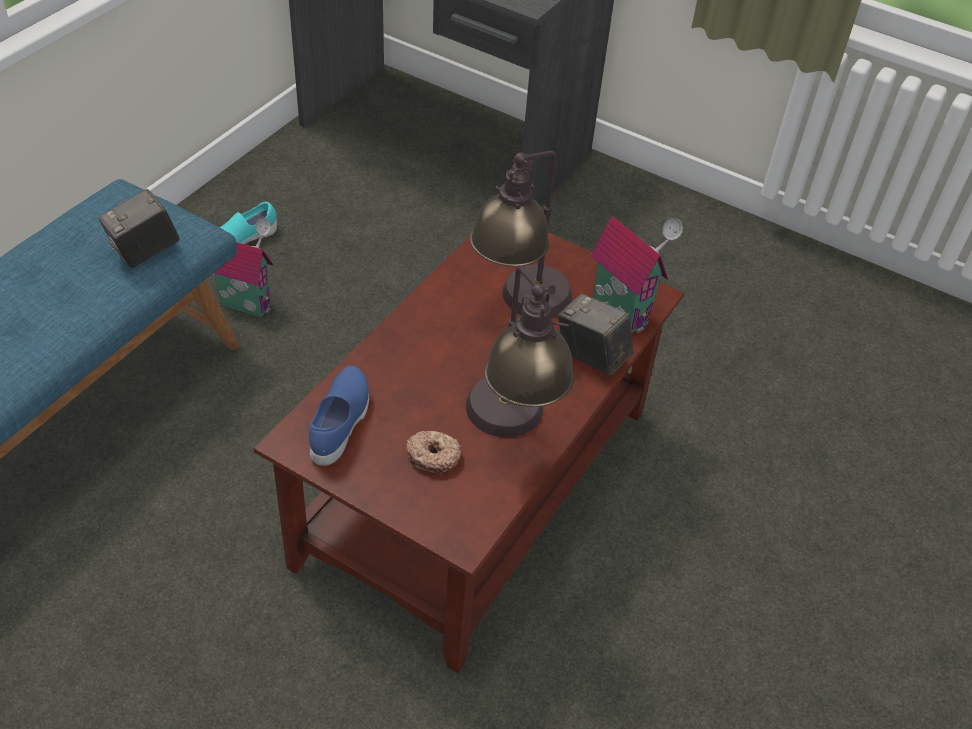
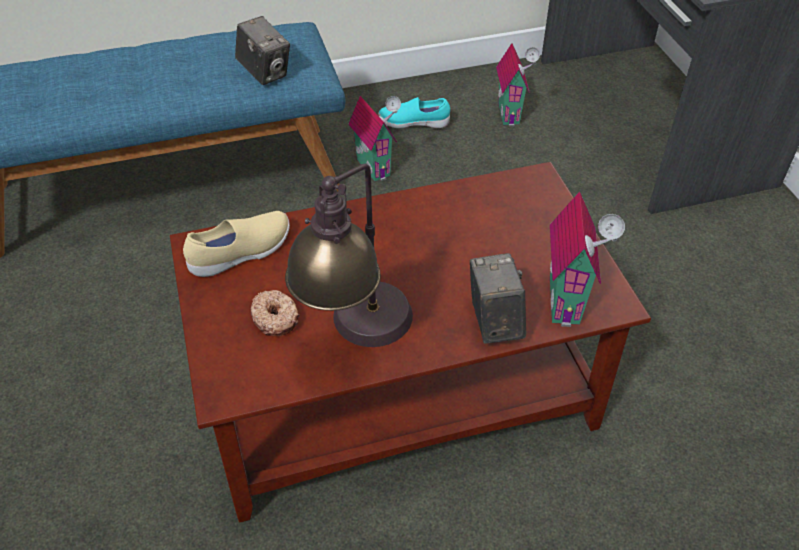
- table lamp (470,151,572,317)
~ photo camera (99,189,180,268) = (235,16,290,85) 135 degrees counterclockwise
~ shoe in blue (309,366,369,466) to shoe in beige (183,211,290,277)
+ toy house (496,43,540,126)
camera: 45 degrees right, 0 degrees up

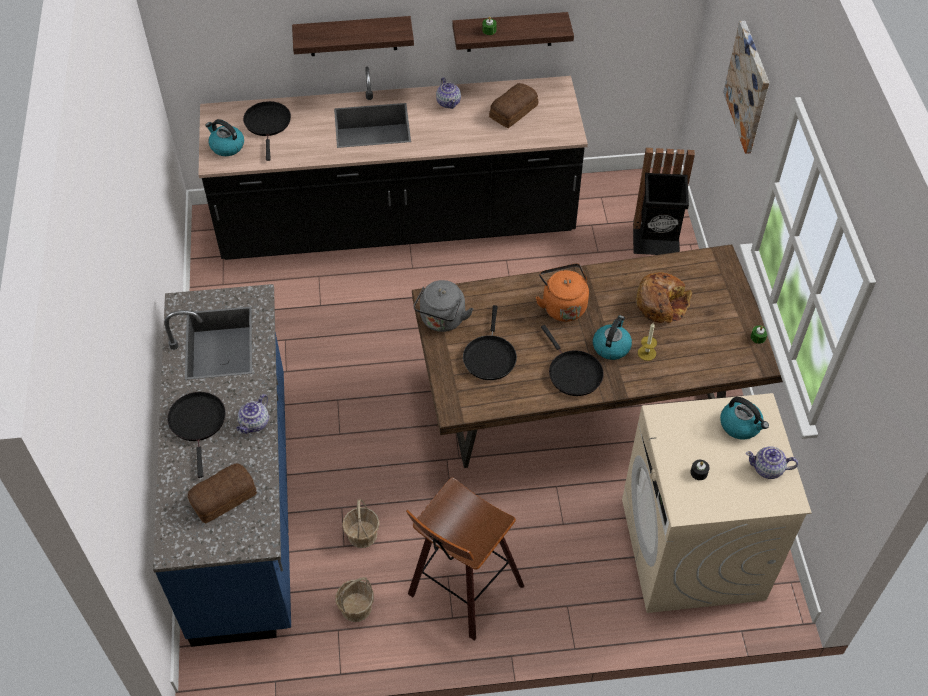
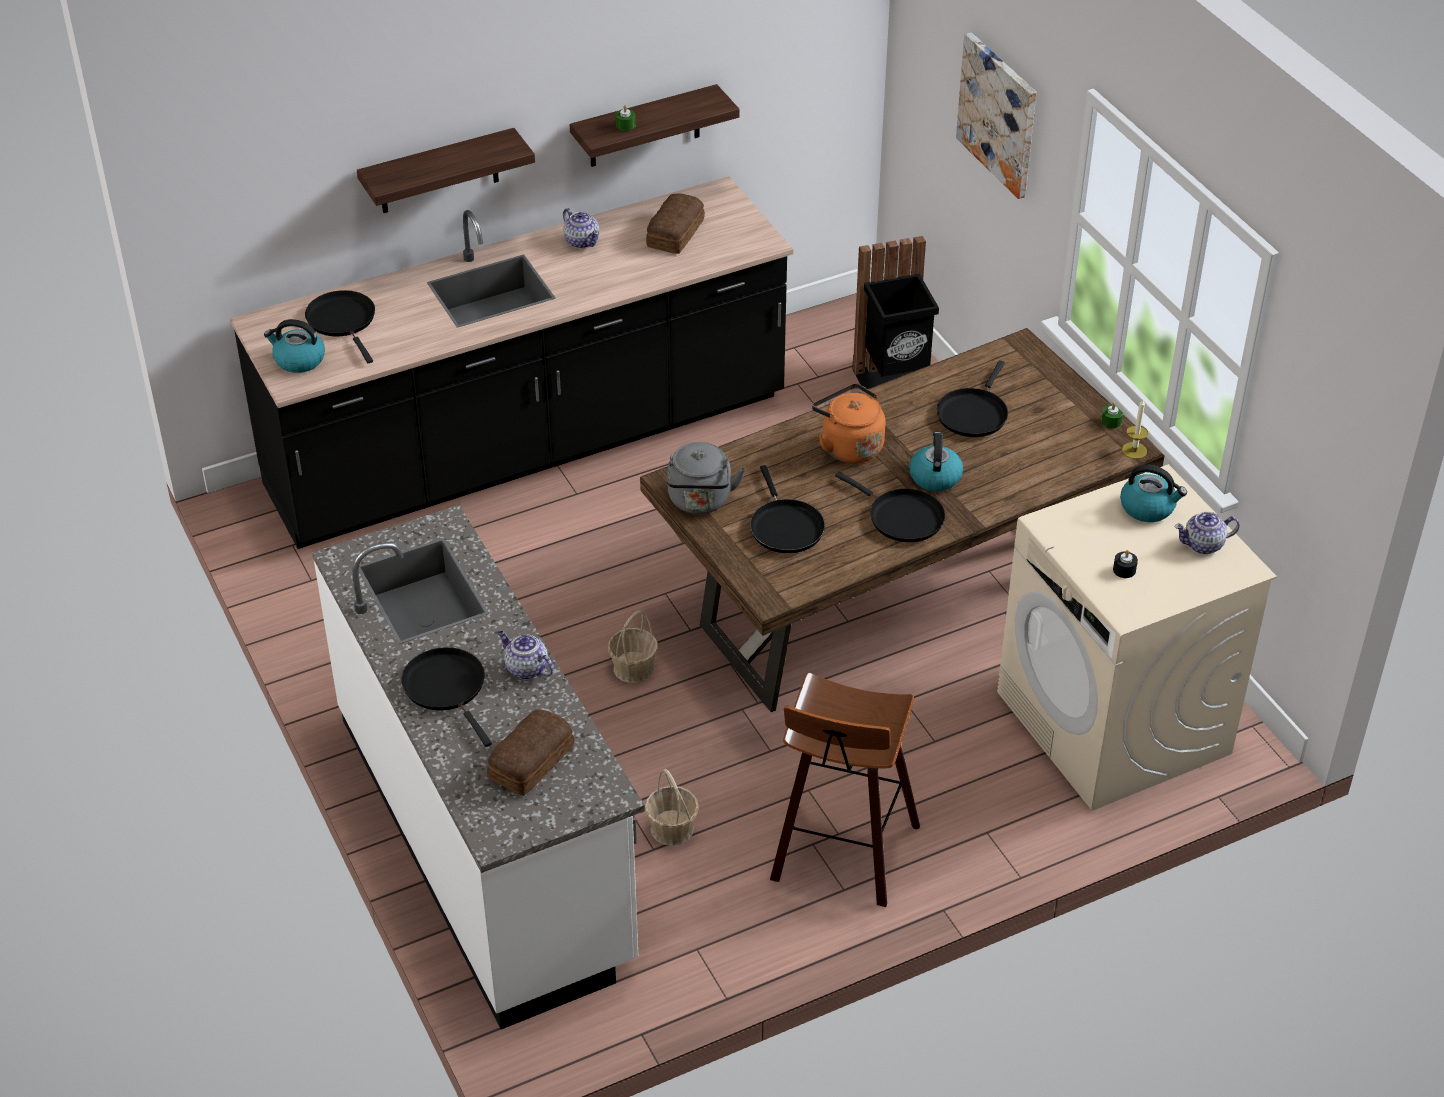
~ bread (636,272,692,323) to frying pan in black (937,360,1008,437)
~ counter in blue (153,284,291,647) to counter in white (312,505,645,1029)
~ candle (638,323,657,361) to (1122,399,1148,459)
~ teapot (236,394,269,434) = (497,630,554,680) 120 degrees clockwise
~ basket (336,577,374,622) to (608,610,658,683)
camera: 20 degrees left, 10 degrees down

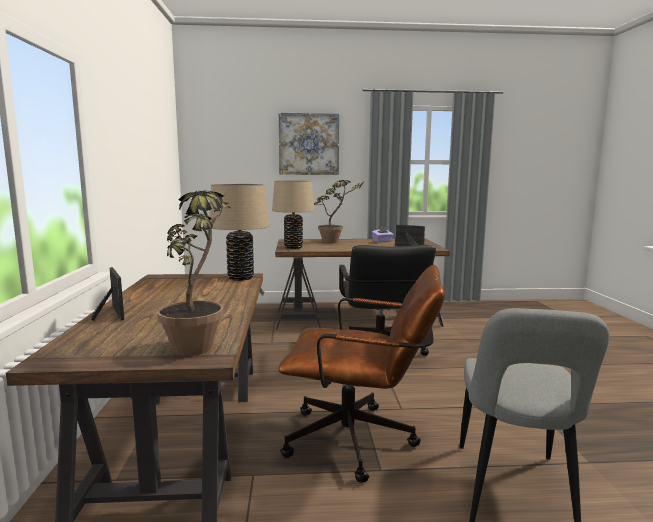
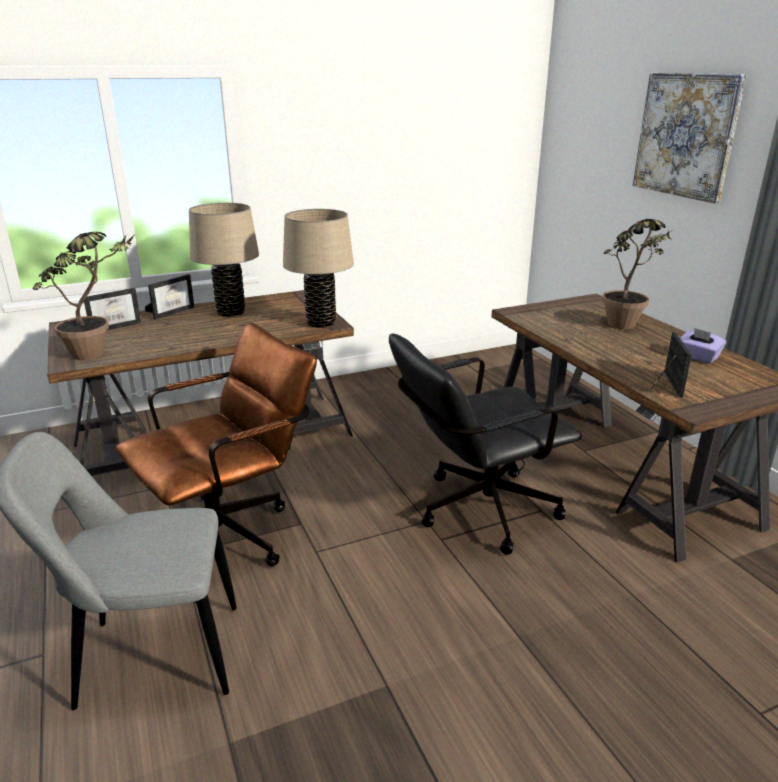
~ table lamp in beige (272,180,314,249) to (189,203,259,317)
~ office chair in brown (278,265,445,483) = (116,322,317,567) 120 degrees counterclockwise
+ picture frame (84,288,141,330)
camera: 70 degrees right, 15 degrees up

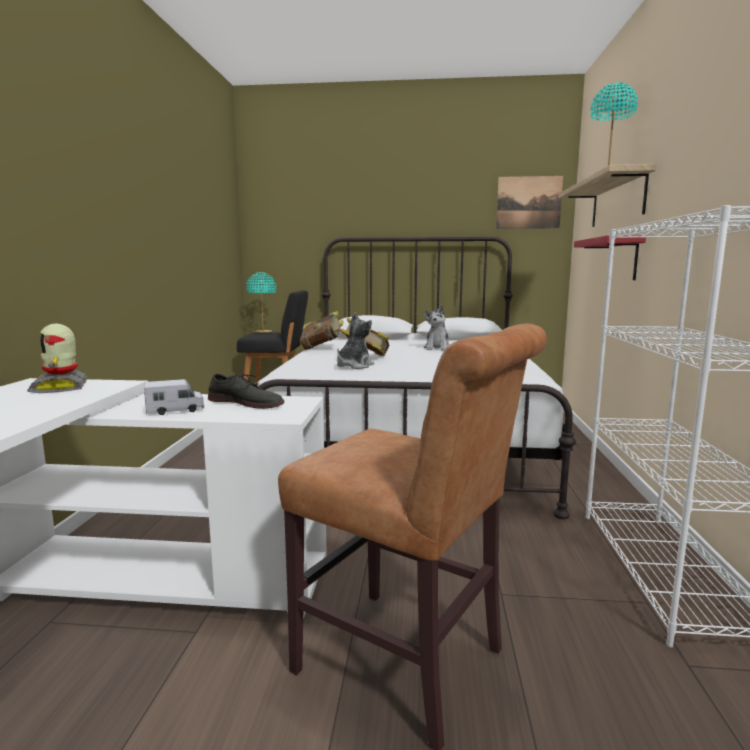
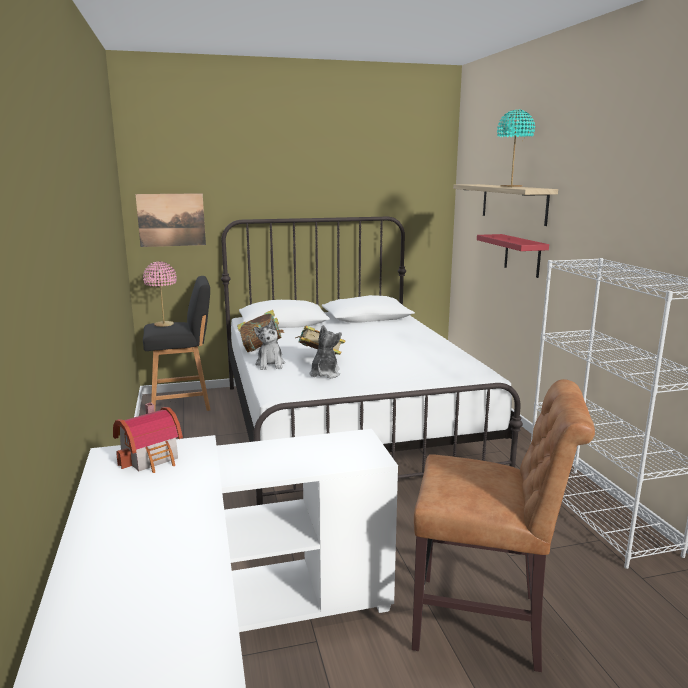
~ picture (496,176,563,229) to (135,193,206,247)
~ table lamp in turquoise (246,272,276,333) to table lamp in pink (143,261,177,327)
~ plush toy (424,305,450,351) to (254,320,285,370)
~ toy robot (27,324,87,393) to toy house (113,403,183,473)
- shoe in grey (208,374,284,409)
- toy truck (144,379,204,415)
camera: 20 degrees left, 5 degrees up

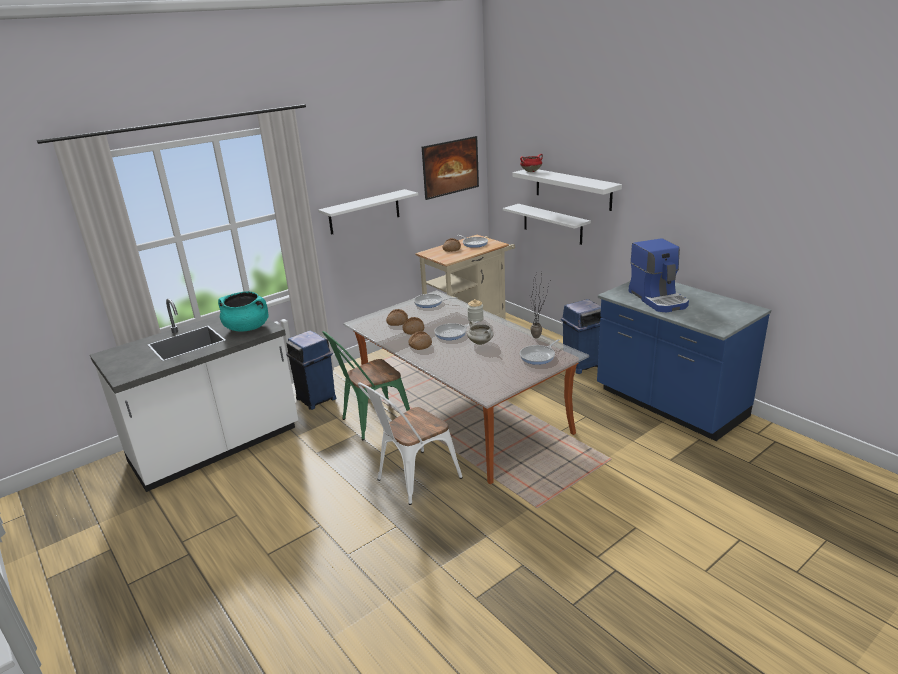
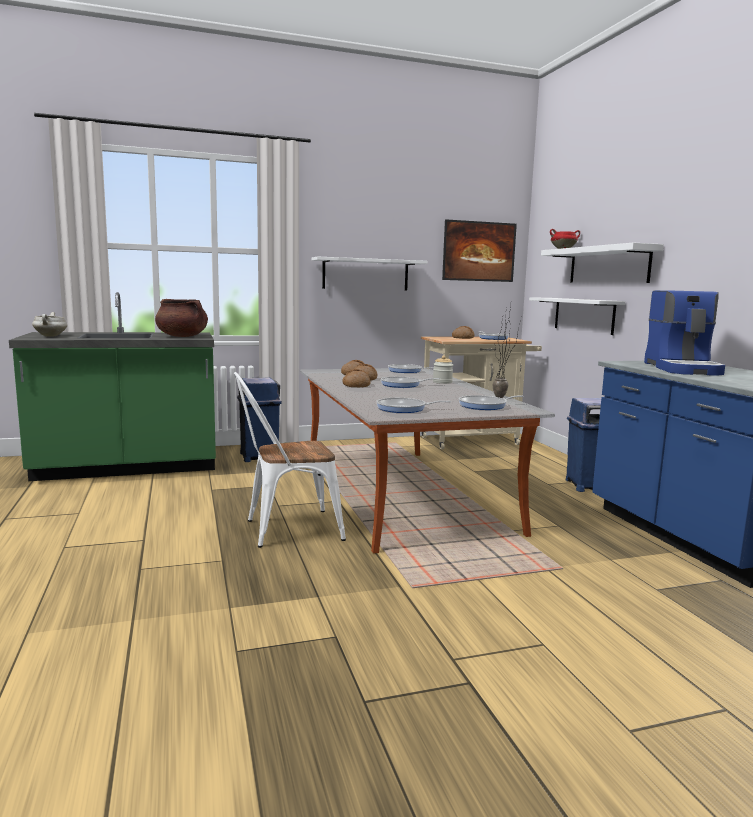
~ cooking pot in turquoise (218,291,269,332) to cooking pot in brown (155,299,208,337)
~ counter in white (90,298,298,492) to counter in green (9,292,216,481)
~ cooking pot in white (467,321,494,345) to (32,312,67,337)
- chair in green (322,331,410,440)
+ frying pan (376,398,451,413)
camera: 20 degrees right, 15 degrees down

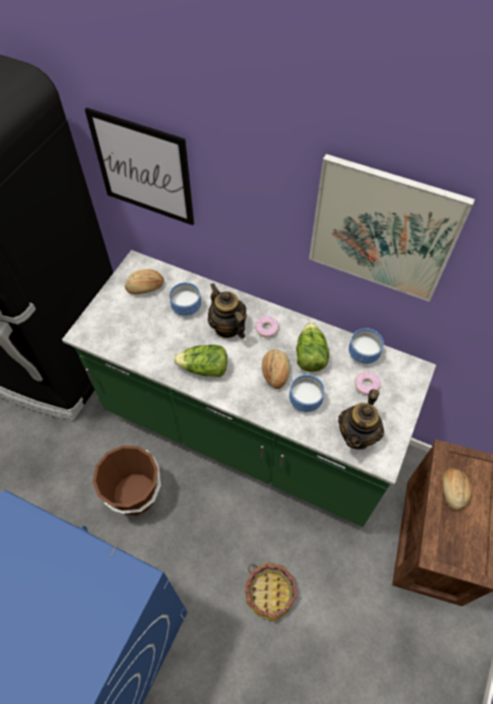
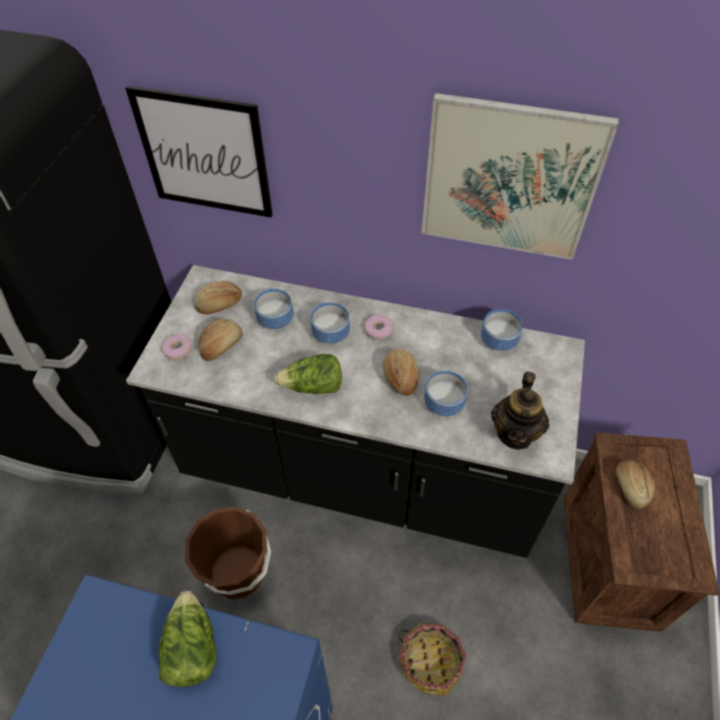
~ counter in green (62,250,436,527) to counter in black (126,265,585,558)
~ teapot (208,283,246,339) to bowl (311,302,350,344)
~ lettuce (296,322,329,372) to (159,591,216,687)
~ donut (355,372,381,395) to (162,334,192,360)
+ bread (199,319,243,361)
camera: 10 degrees left, 5 degrees down

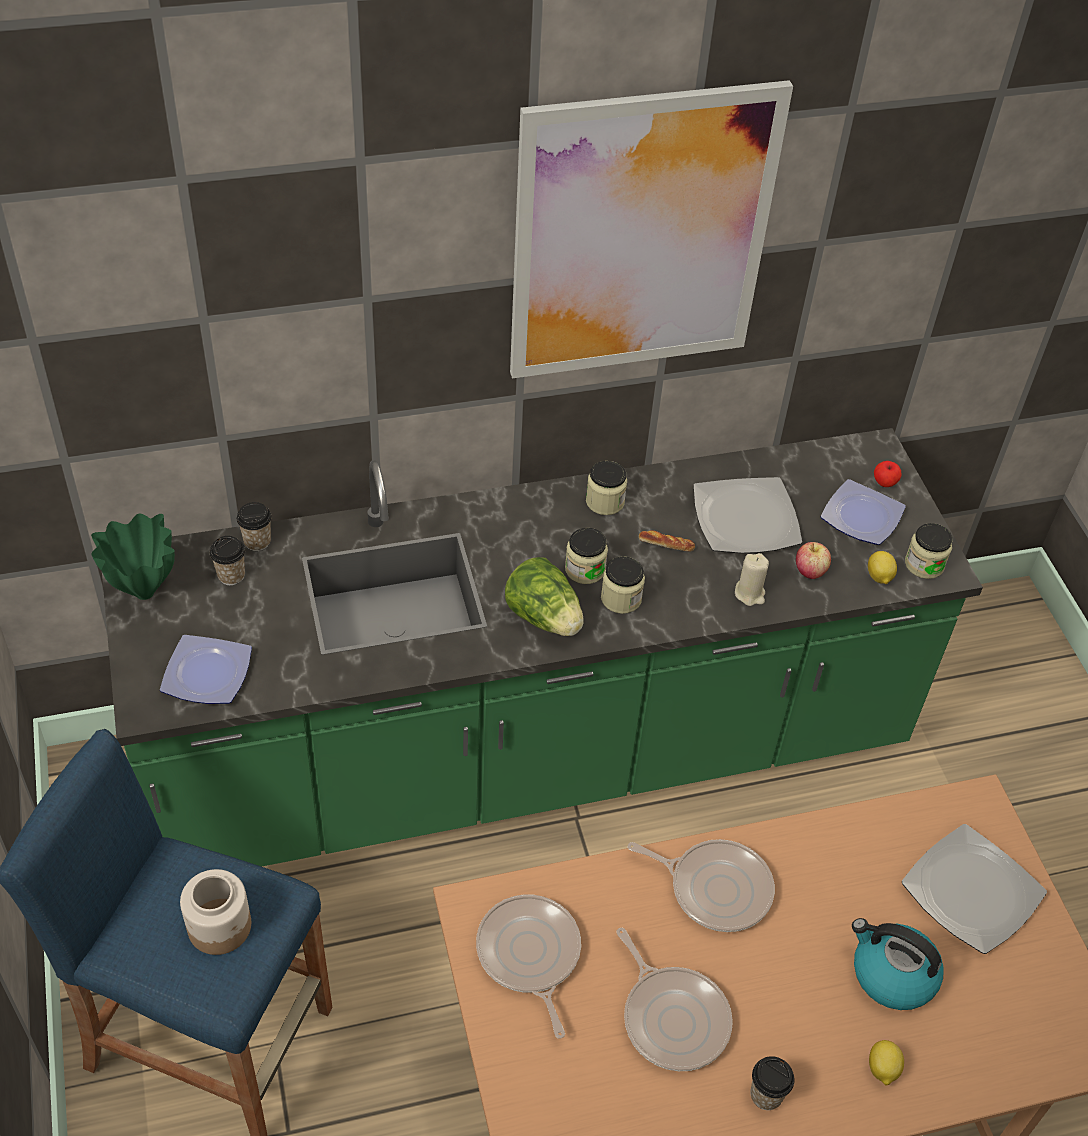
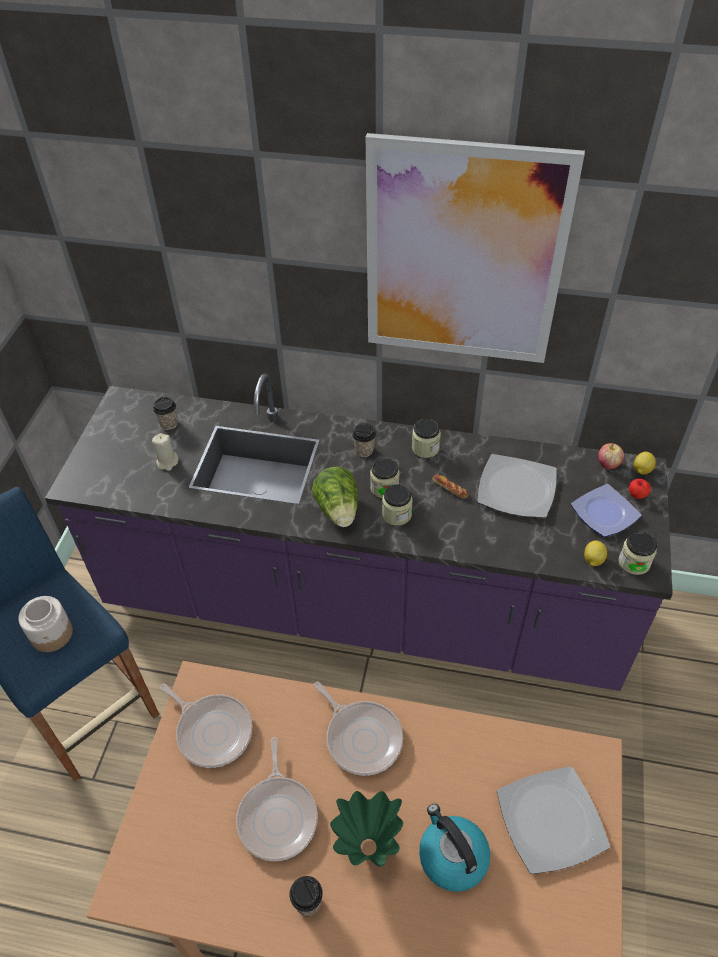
~ counter in green (102,428,983,867) to counter in purple (45,374,673,691)
~ cup (237,502,272,551) to (352,423,376,457)
~ vase in green (91,514,175,600) to (330,791,403,867)
~ apple (796,542,831,579) to (598,443,624,469)
~ candle in beige (735,553,769,606) to (152,433,178,471)
- plate (160,635,252,704)
~ frying pan (476,894,581,1039) = (160,683,252,768) 120 degrees clockwise
~ lemon (869,1040,904,1086) to (634,452,656,474)
camera: 30 degrees right, 0 degrees up

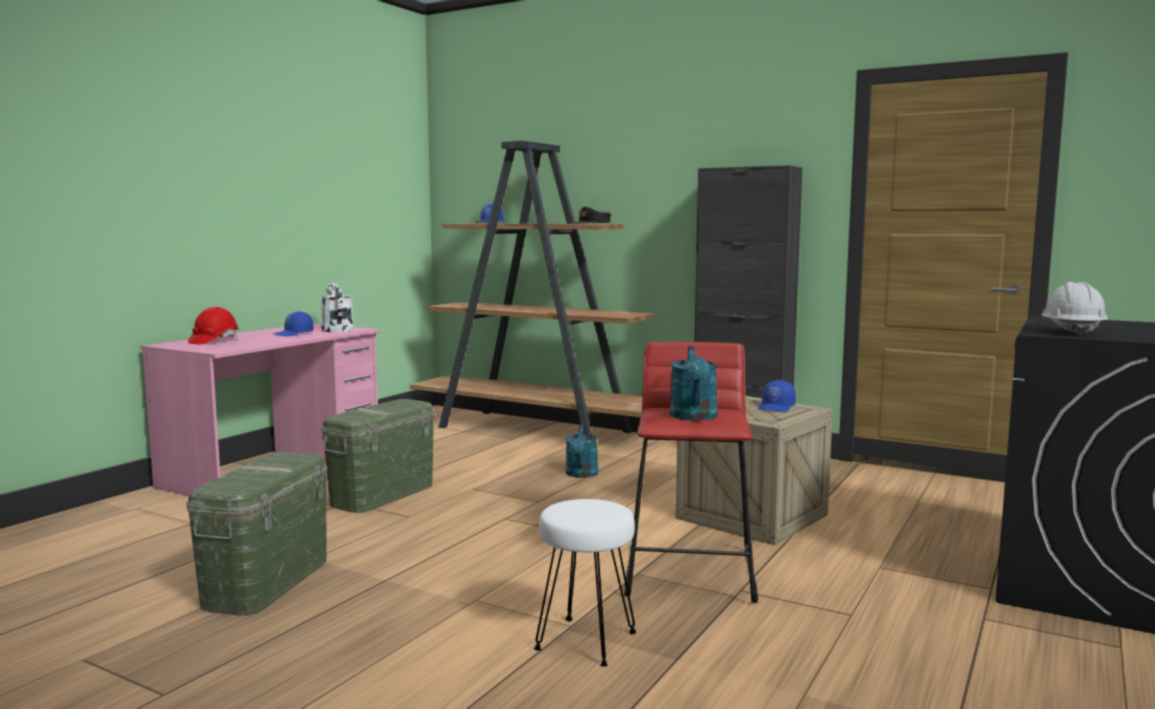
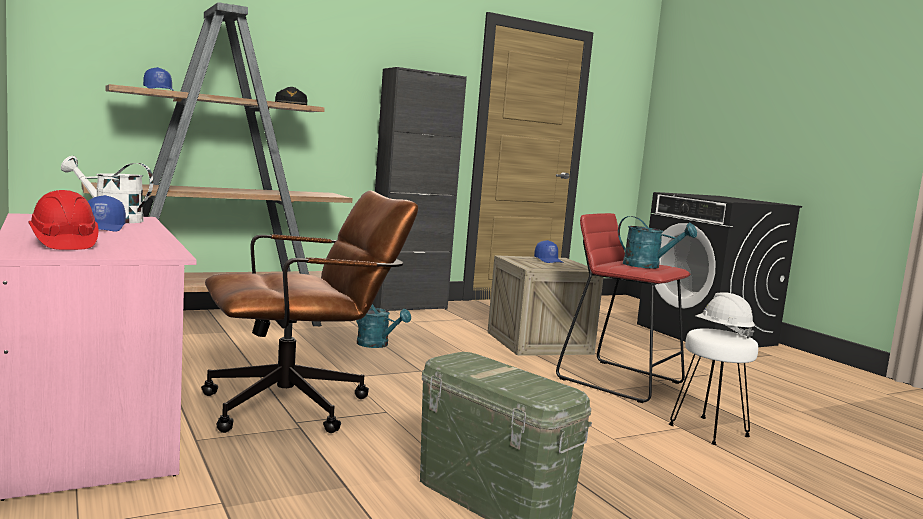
~ hard hat in white (1041,282,1108,337) to (696,292,755,338)
~ storage box in green (322,399,435,513) to office chair in brown (201,191,418,433)
camera: 60 degrees left, 0 degrees up

